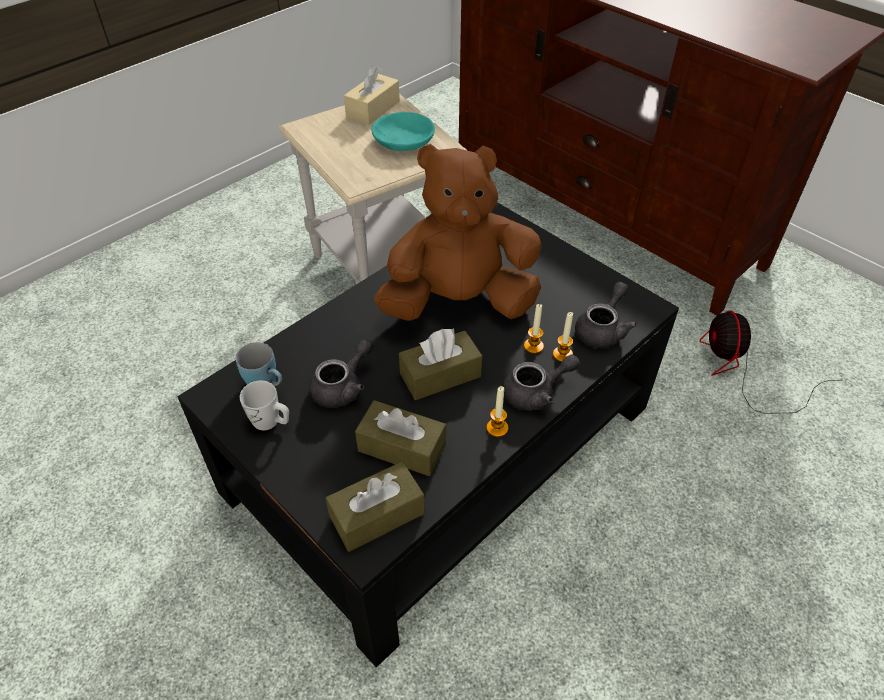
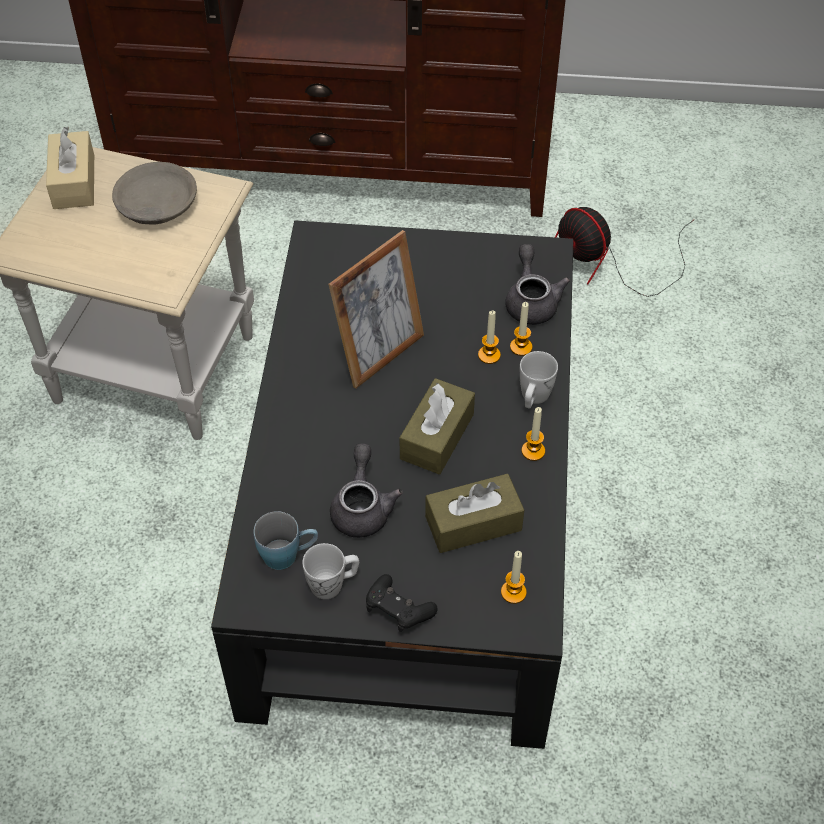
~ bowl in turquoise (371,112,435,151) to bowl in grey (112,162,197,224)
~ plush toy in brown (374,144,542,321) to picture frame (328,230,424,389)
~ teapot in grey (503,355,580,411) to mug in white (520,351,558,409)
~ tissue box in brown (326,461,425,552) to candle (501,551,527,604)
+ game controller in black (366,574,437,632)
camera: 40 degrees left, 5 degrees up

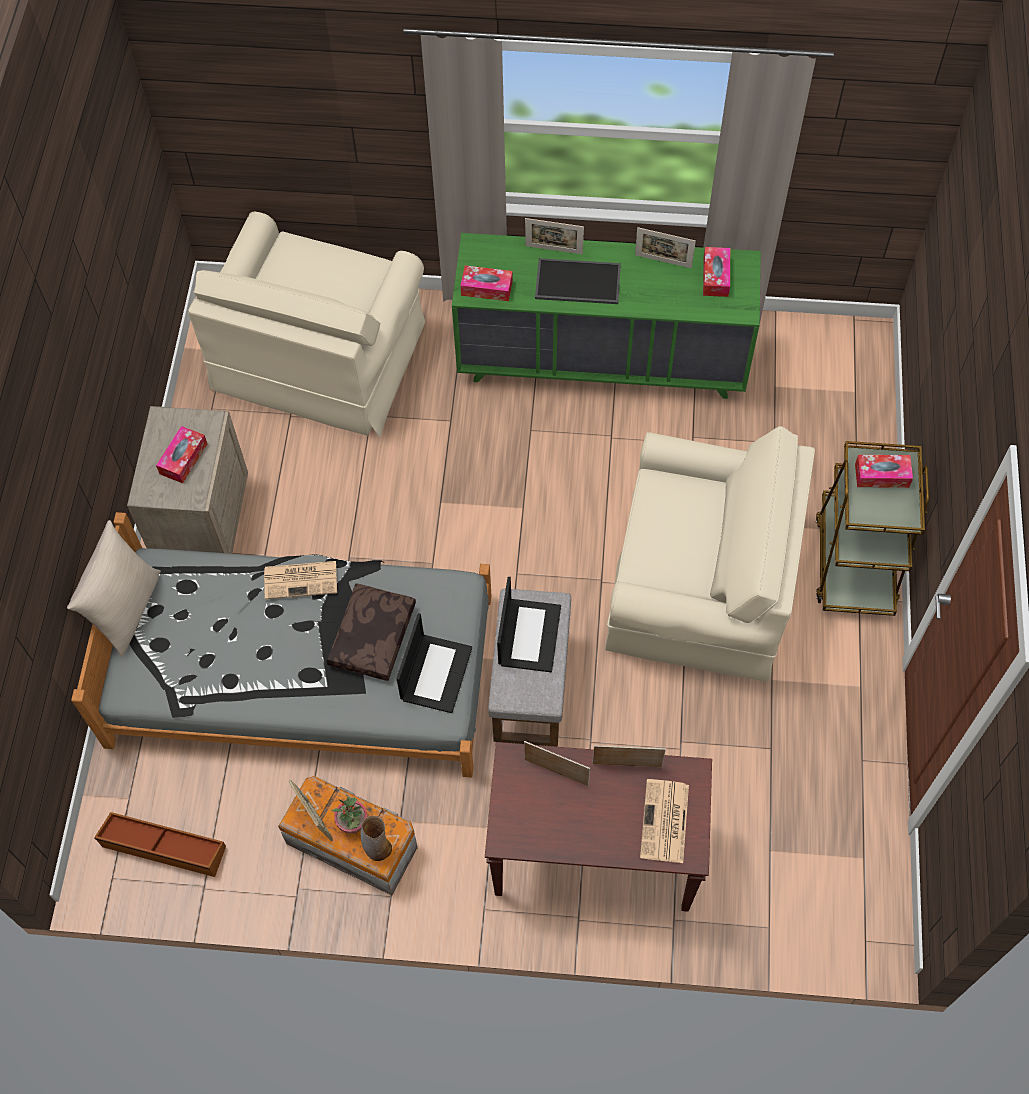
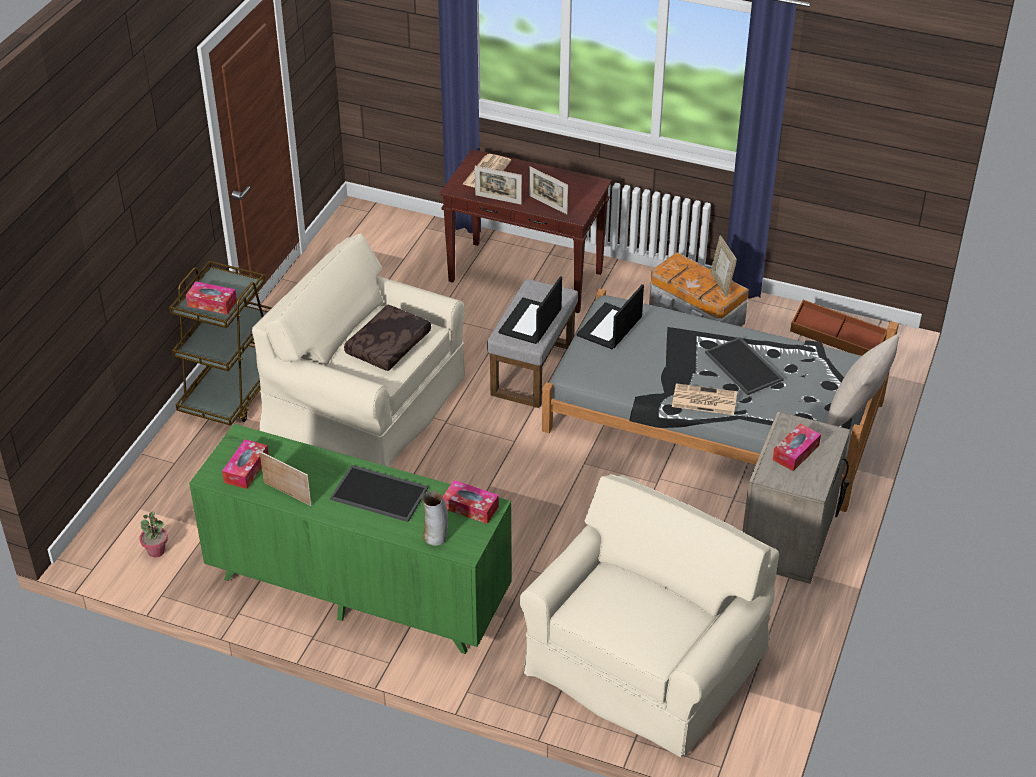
- picture frame (525,218,584,254)
~ pillow in brown (327,583,416,681) to (344,305,431,371)
~ potted plant (331,797,368,833) to (140,512,168,558)
~ vase (361,815,392,861) to (422,491,448,546)
+ tray (705,337,784,395)
camera: 165 degrees left, 20 degrees down

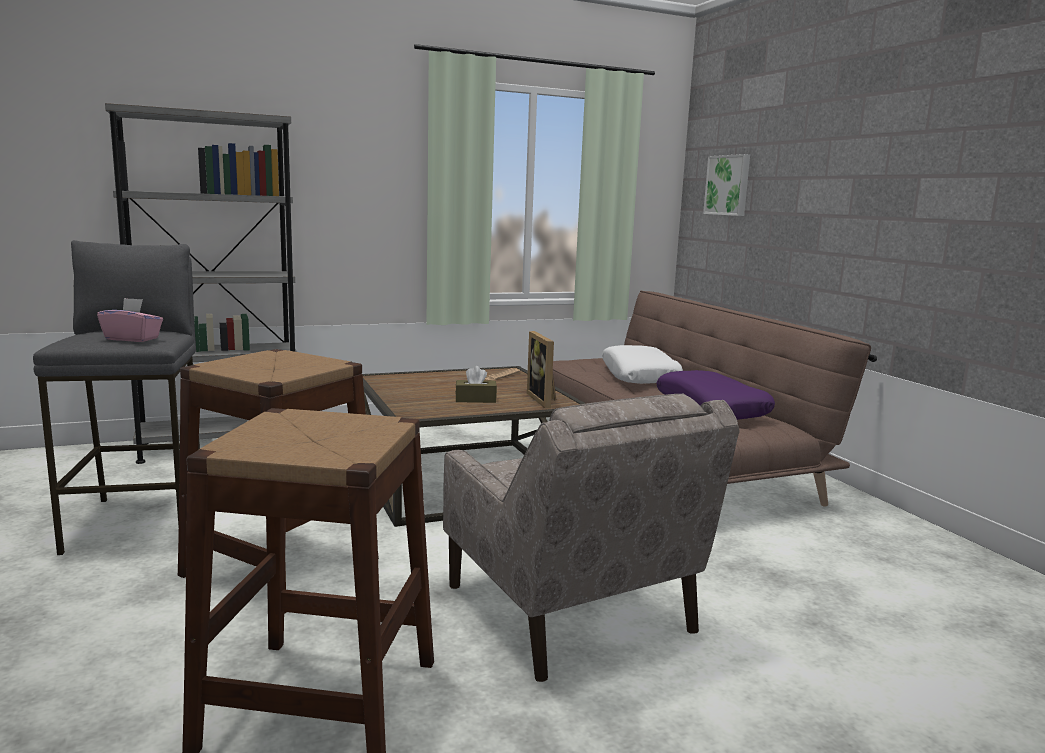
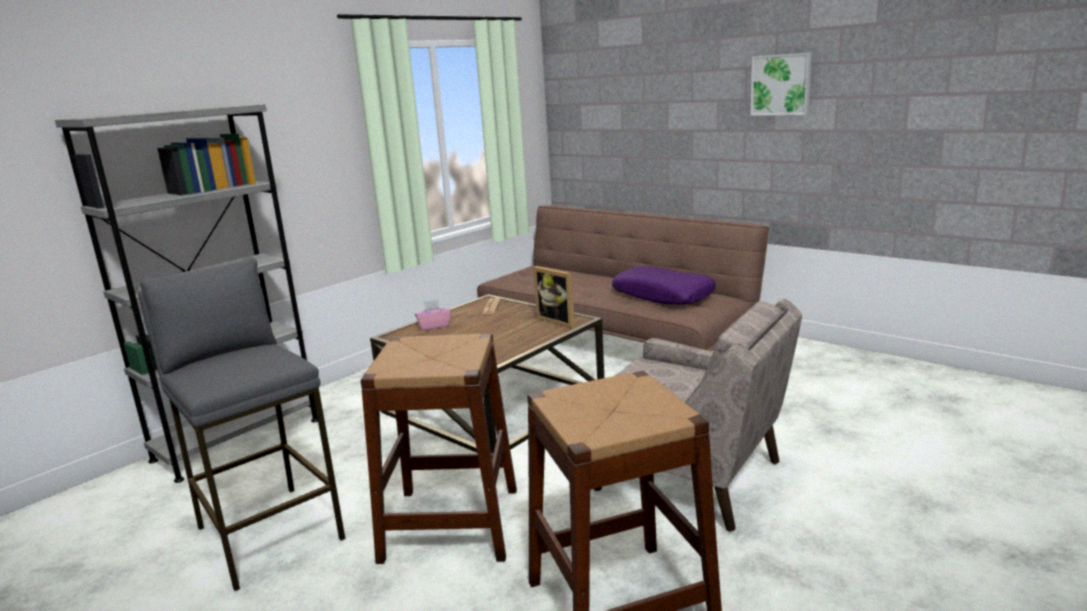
~ picture (703,154,750,216) to (751,52,812,116)
~ tissue box in pink (97,298,163,342) to (415,299,451,331)
- pillow in white (602,345,683,384)
- tissue box in brown (455,366,497,403)
camera: 25 degrees left, 5 degrees up

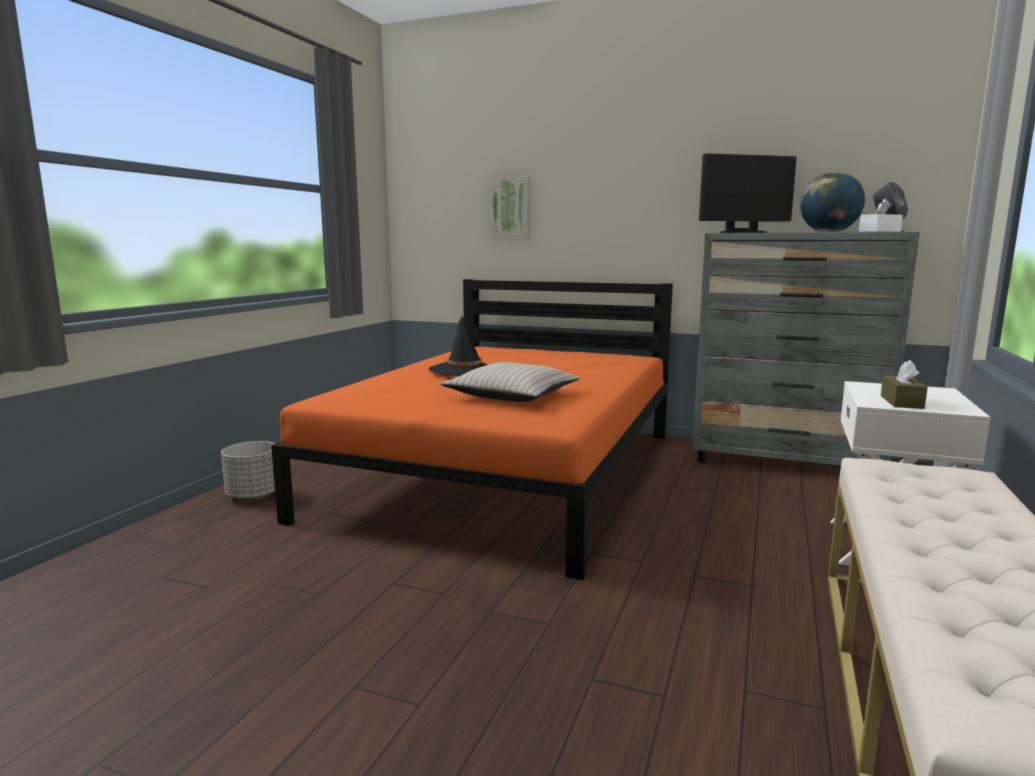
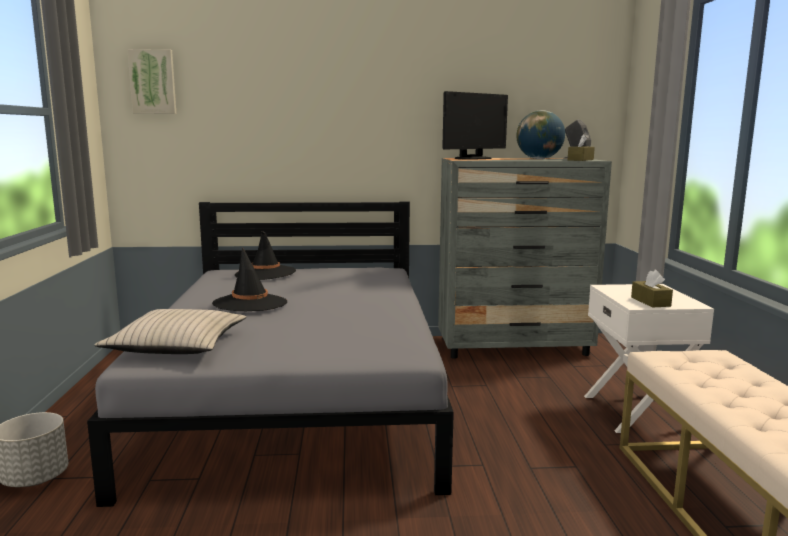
~ picture (490,176,530,239) to (127,49,176,114)
~ tissue box in white (859,198,903,232) to tissue box in brown (568,134,595,161)
~ bed in orange (271,279,673,580) to bed in grey (87,202,454,507)
~ pillow in beige (440,362,580,402) to (94,309,246,354)
+ hat in black (234,231,296,280)
camera: 25 degrees left, 0 degrees up

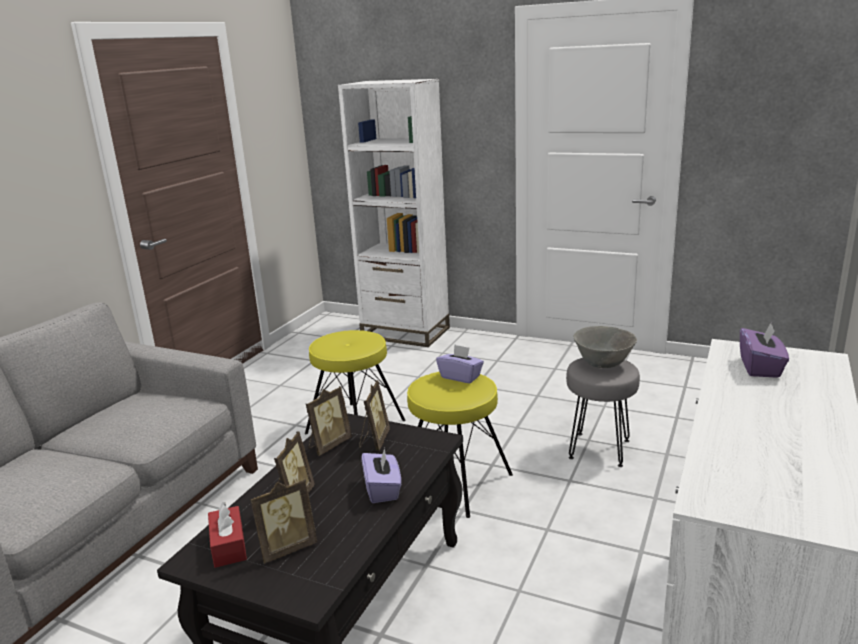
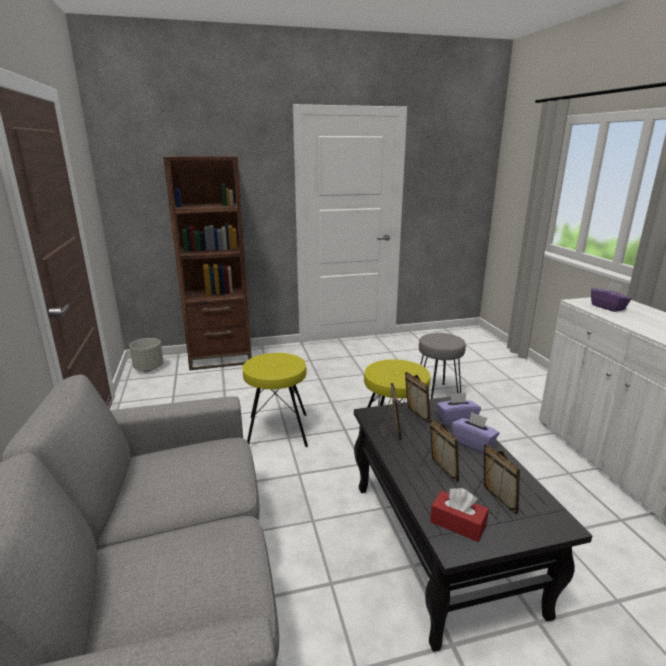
~ bookcase in white (338,79,450,347) to bookcase in brown (163,156,252,370)
- bowl in grey (573,326,637,368)
~ tissue box in purple (436,344,484,384) to (437,393,481,426)
~ picture frame (250,479,317,563) = (473,444,520,518) 45 degrees counterclockwise
+ planter in grey (130,338,164,371)
camera: 40 degrees left, 0 degrees up

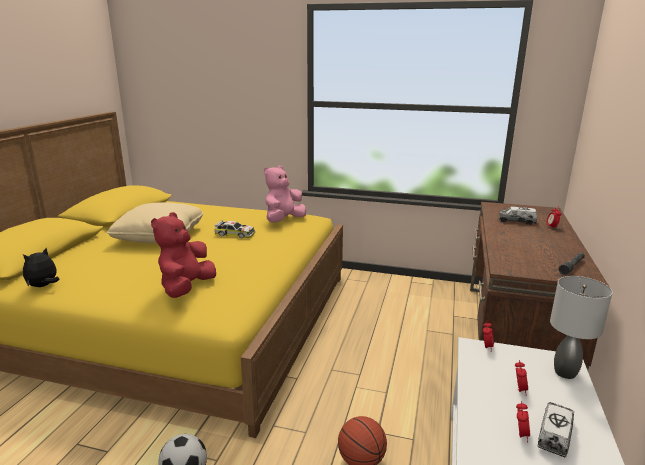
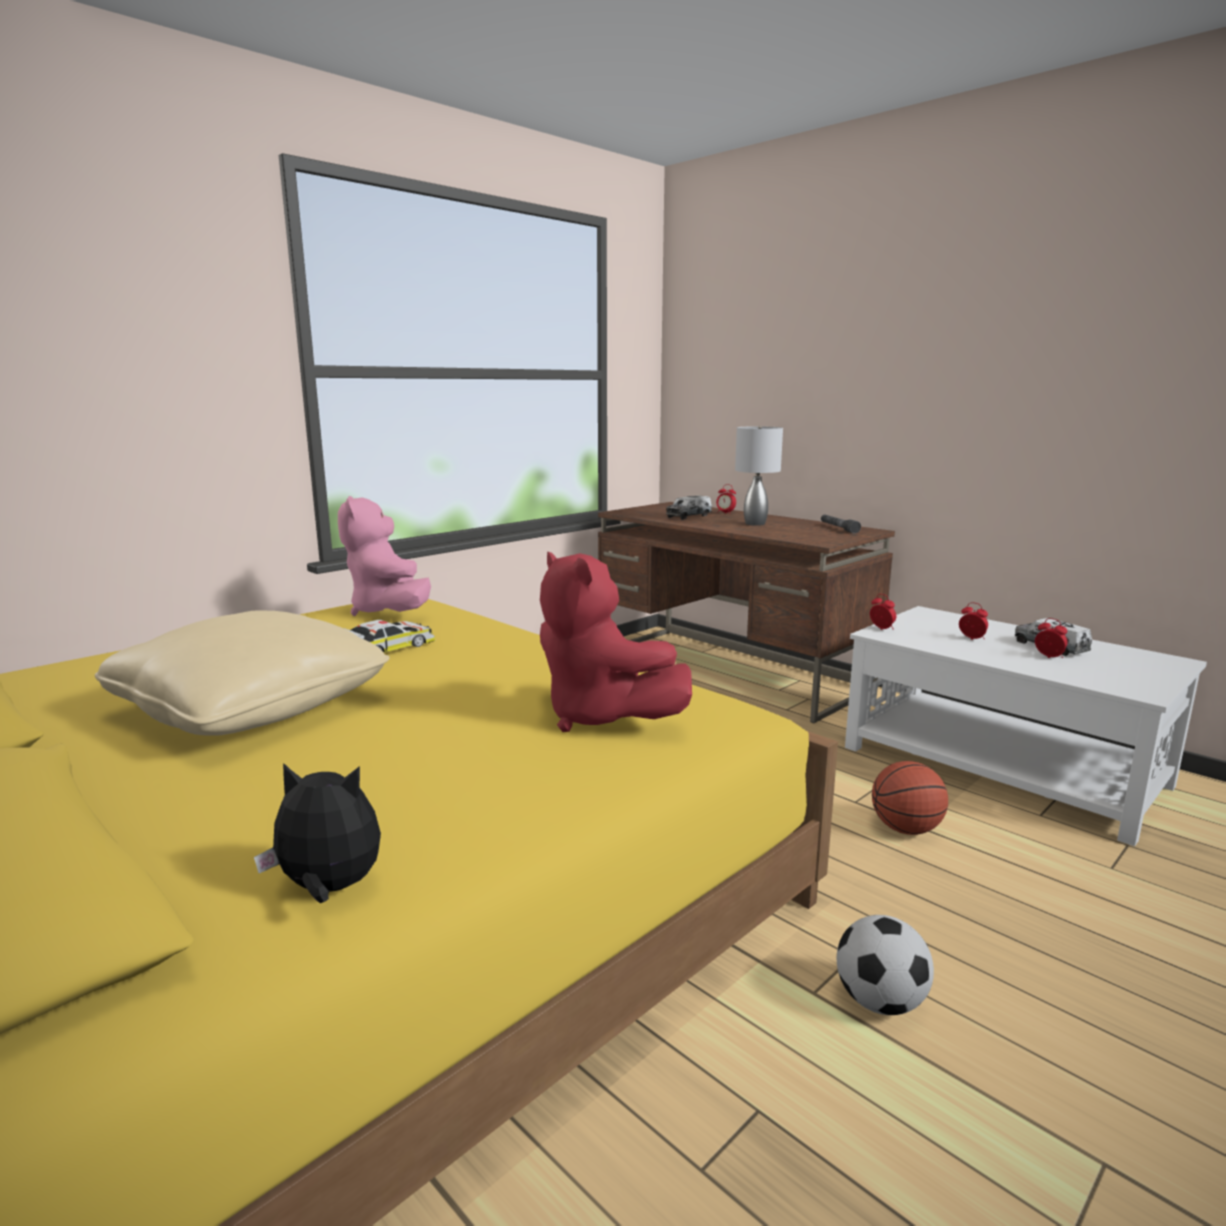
~ plush toy (23,248,59,287) = (254,763,381,903) 120 degrees clockwise
~ table lamp in grey (550,276,613,379) to (735,426,783,526)
camera: 60 degrees left, 5 degrees down

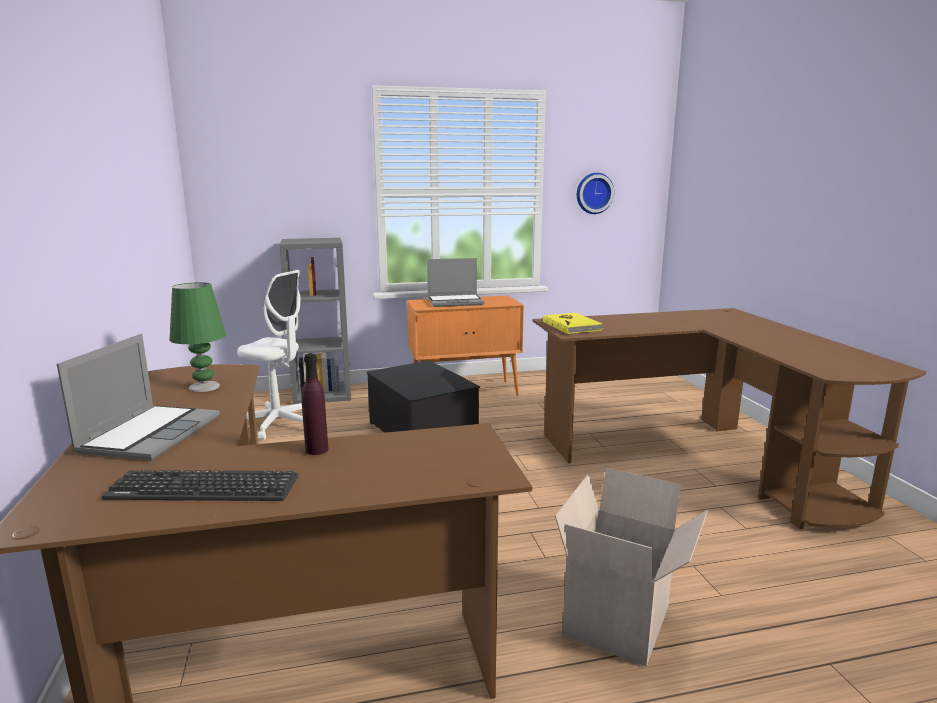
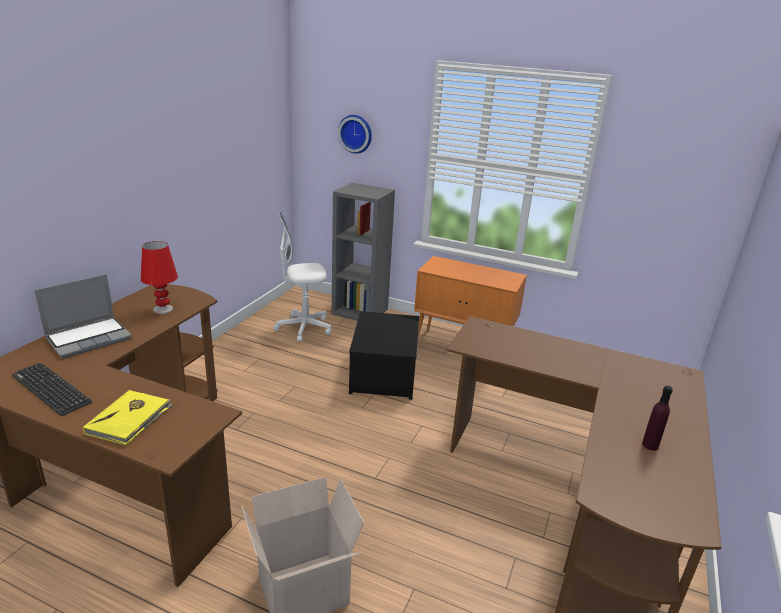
~ wall clock (577,173,614,214) to (338,115,372,154)
- laptop (427,258,484,307)
~ office chair in white (237,270,303,440) = (274,211,331,342) 105 degrees clockwise
~ table lamp in green (170,282,226,392) to table lamp in red (141,241,178,314)
~ book in yellow (543,313,603,334) to (83,390,173,445)
~ bottle in purple (301,353,328,455) to (642,386,673,450)
camera: 35 degrees right, 10 degrees up

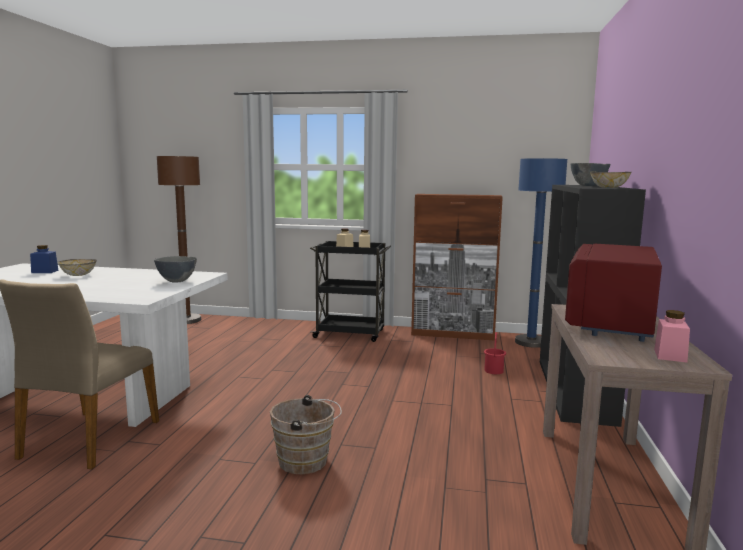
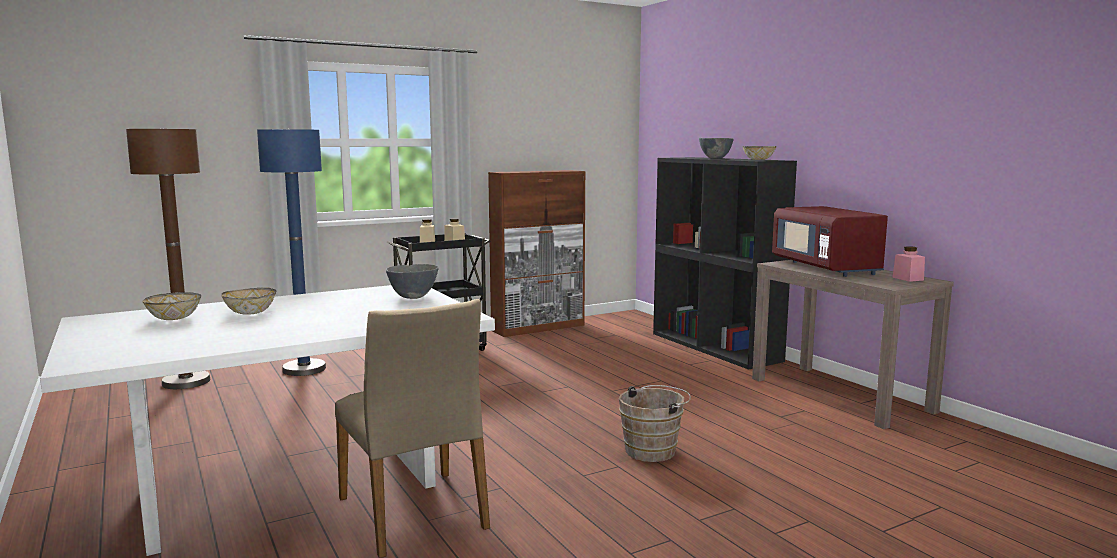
~ floor lamp in blue (515,158,567,348) to (257,129,326,376)
~ jar in blue (30,245,59,273) to bowl (142,292,201,320)
- bucket in red (484,332,506,374)
camera: 40 degrees left, 0 degrees up

